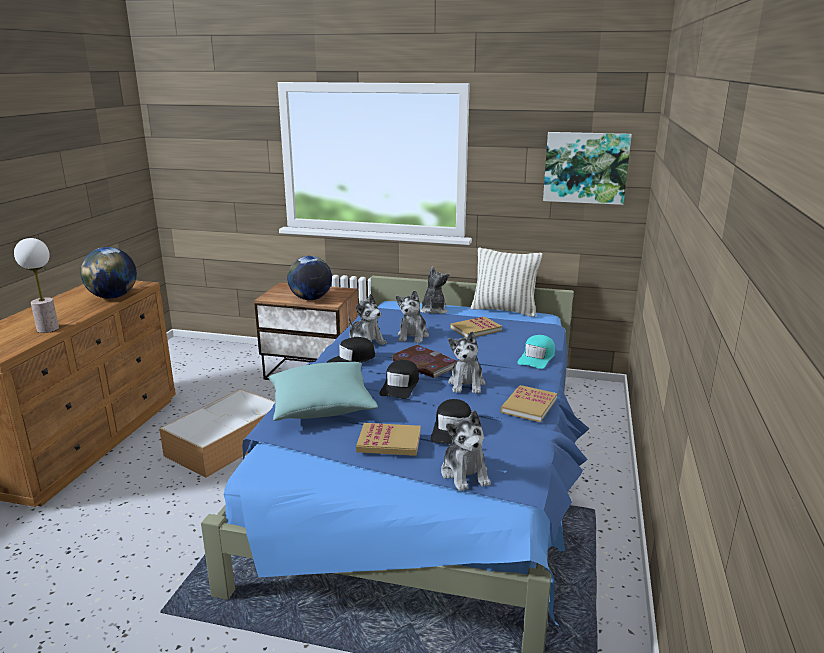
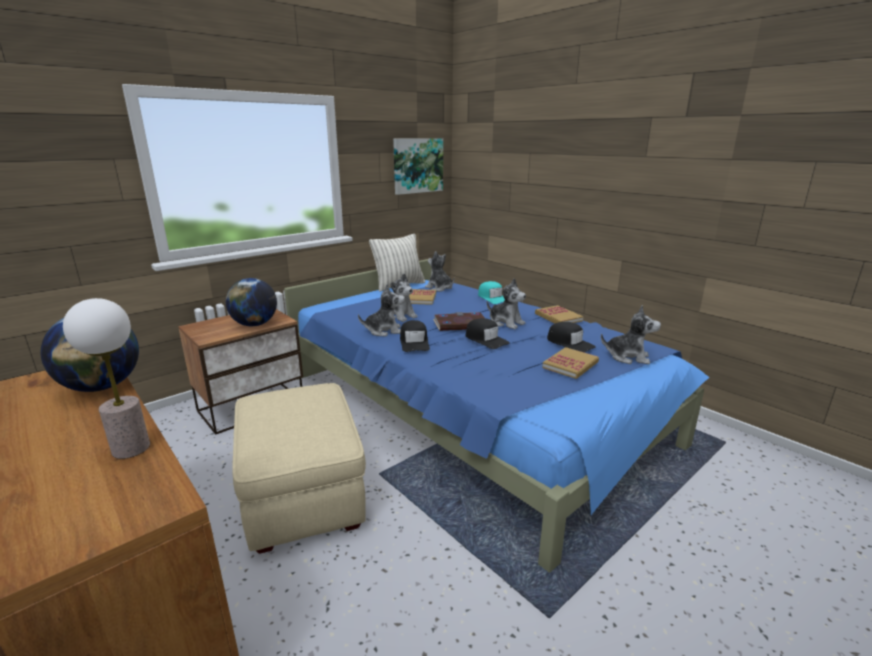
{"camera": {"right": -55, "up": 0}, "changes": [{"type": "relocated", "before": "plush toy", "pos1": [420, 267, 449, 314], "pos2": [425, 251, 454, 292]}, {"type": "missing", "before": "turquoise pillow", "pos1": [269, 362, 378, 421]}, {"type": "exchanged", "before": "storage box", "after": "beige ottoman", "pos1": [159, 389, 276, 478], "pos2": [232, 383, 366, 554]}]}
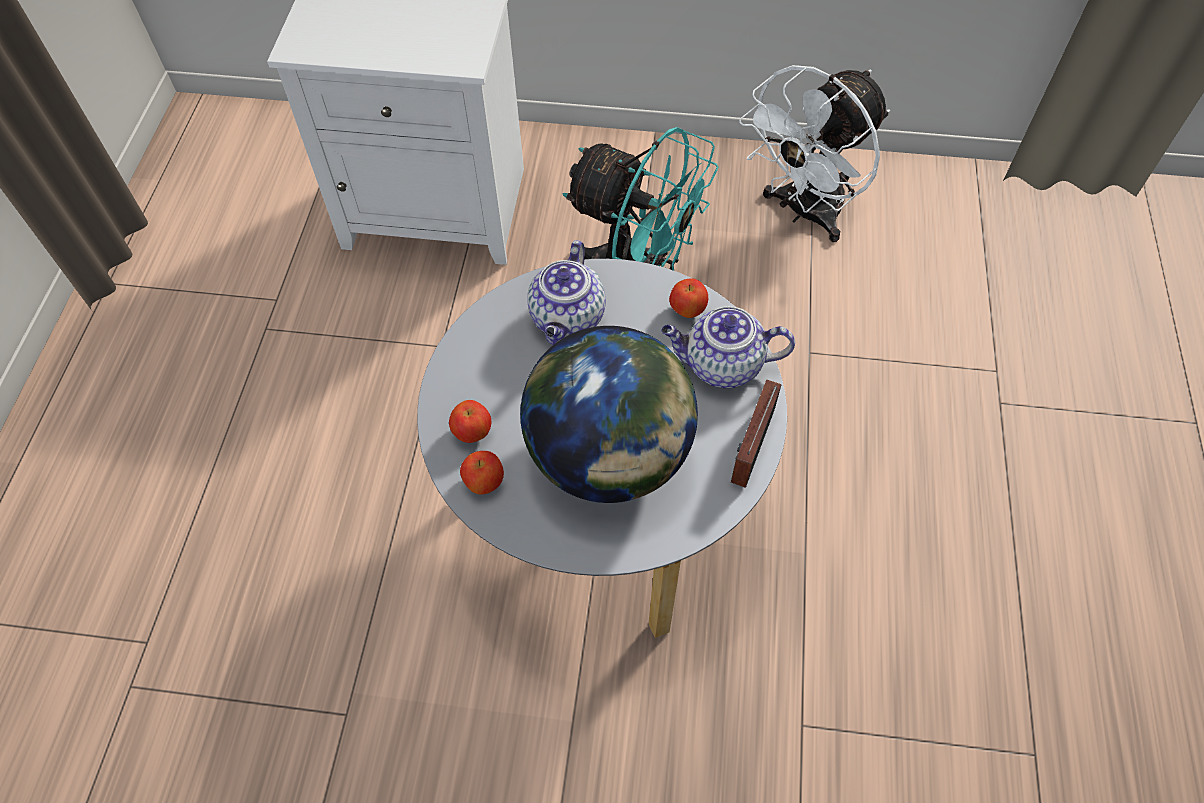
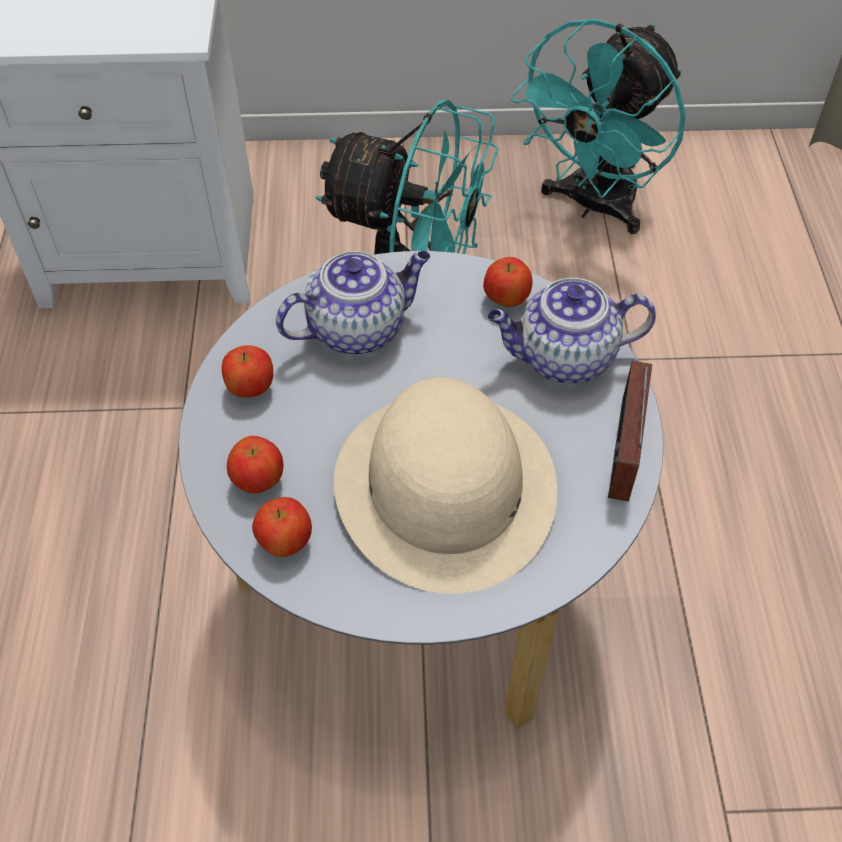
{"camera": {"right": -10, "up": -5}, "changes": [{"type": "colour", "before": "white fan", "after": "turquoise fan", "pos1": [739, 65, 890, 242], "pos2": [510, 19, 686, 234]}, {"type": "spun", "before": "teapot", "pos1": [527, 240, 606, 345], "pos2": [276, 251, 430, 355], "turn": -120}, {"type": "exchanged", "before": "globe", "after": "beige hat", "pos1": [520, 326, 698, 503], "pos2": [334, 378, 557, 594]}, {"type": "appeared", "after": "apple", "pos2": [222, 345, 273, 398]}]}
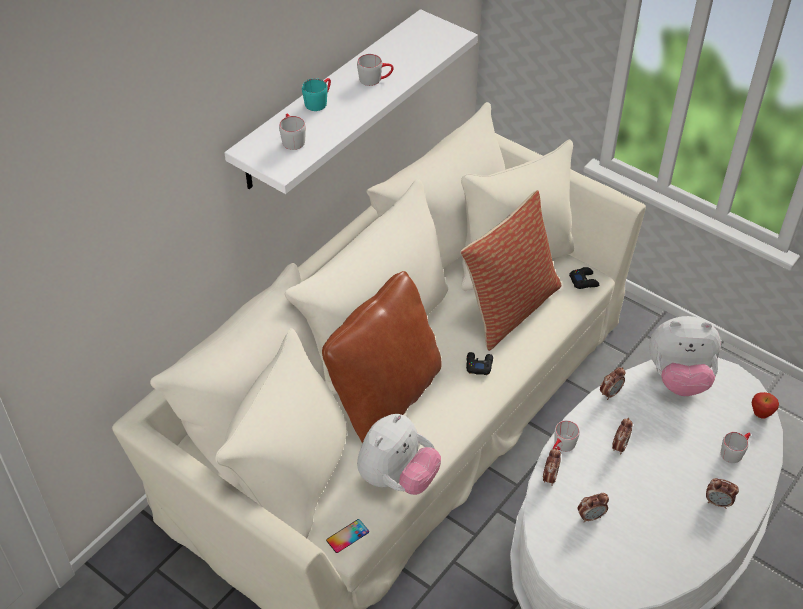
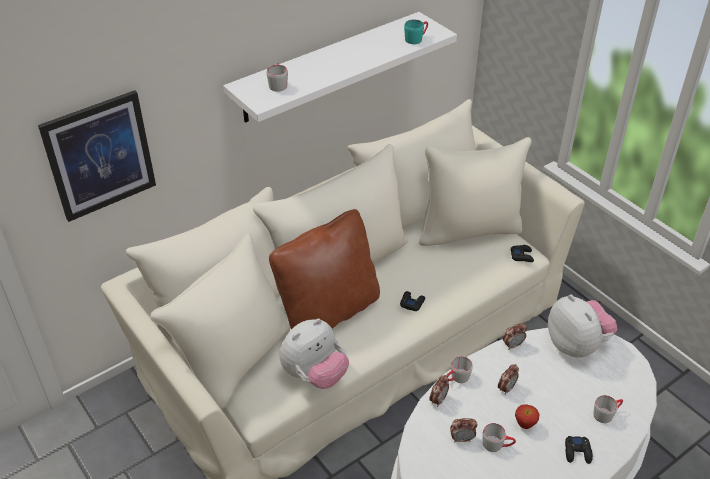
{"camera": {"right": 15, "up": -5}, "changes": [{"type": "relocated", "before": "grey mug", "pos1": [357, 54, 394, 86], "pos2": [483, 423, 516, 452]}, {"type": "relocated", "before": "turquoise mug", "pos1": [302, 78, 331, 111], "pos2": [404, 19, 428, 44]}, {"type": "missing", "before": "pillow", "pos1": [460, 190, 561, 351]}, {"type": "spun", "before": "plush toy", "pos1": [649, 316, 721, 396], "pos2": [548, 294, 617, 357], "turn": -135}, {"type": "relocated", "before": "apple", "pos1": [752, 392, 779, 419], "pos2": [515, 404, 539, 429]}, {"type": "exchanged", "before": "alarm clock", "after": "black game controller", "pos1": [706, 478, 739, 509], "pos2": [565, 436, 593, 464]}, {"type": "missing", "before": "phone", "pos1": [326, 519, 369, 553]}, {"type": "appeared", "after": "picture", "pos2": [38, 90, 156, 222]}]}
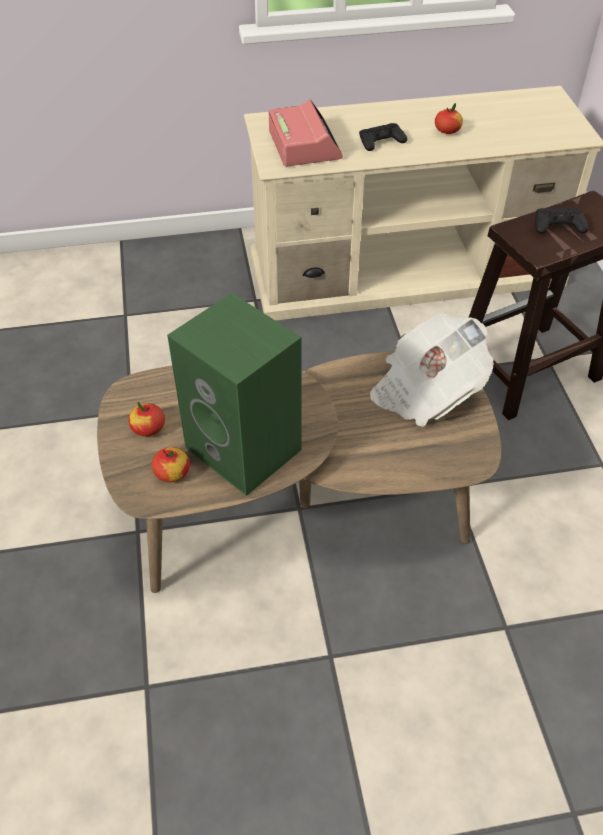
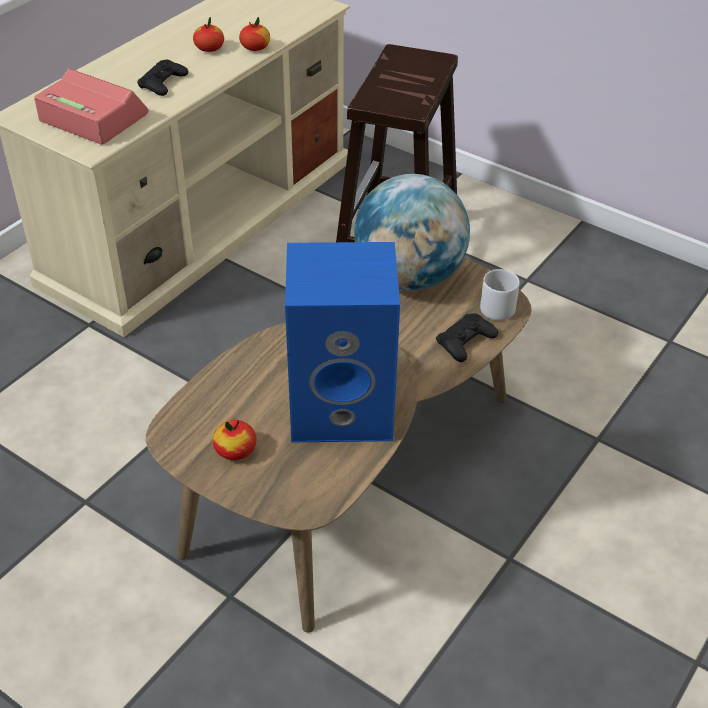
{"camera": {"right": -45, "up": -5}, "changes": [{"type": "relocated", "before": "black game controller", "pos1": [535, 208, 588, 234], "pos2": [436, 313, 498, 362]}, {"type": "colour", "before": "green speaker", "after": "blue speaker", "pos1": [167, 293, 301, 496], "pos2": [285, 242, 400, 442]}, {"type": "exchanged", "before": "newspaper", "after": "globe", "pos1": [370, 313, 494, 427], "pos2": [354, 174, 470, 290]}, {"type": "relocated", "before": "apple", "pos1": [152, 447, 190, 482], "pos2": [239, 17, 270, 51]}, {"type": "appeared", "after": "grey mug", "pos2": [480, 269, 520, 321]}]}
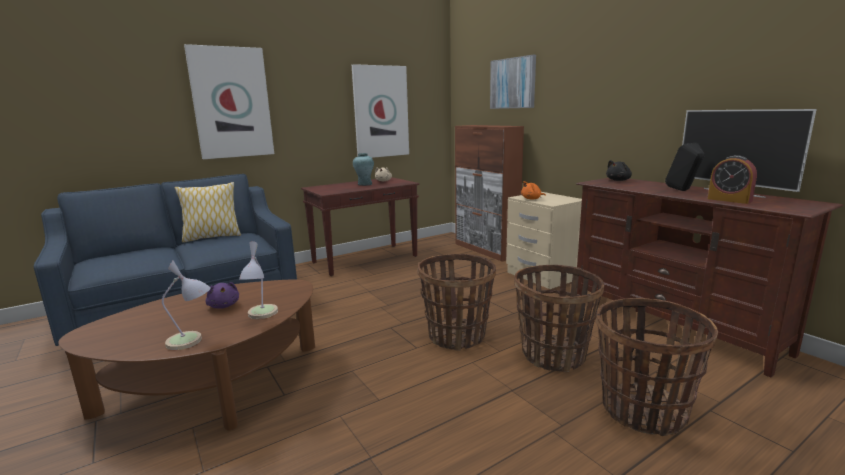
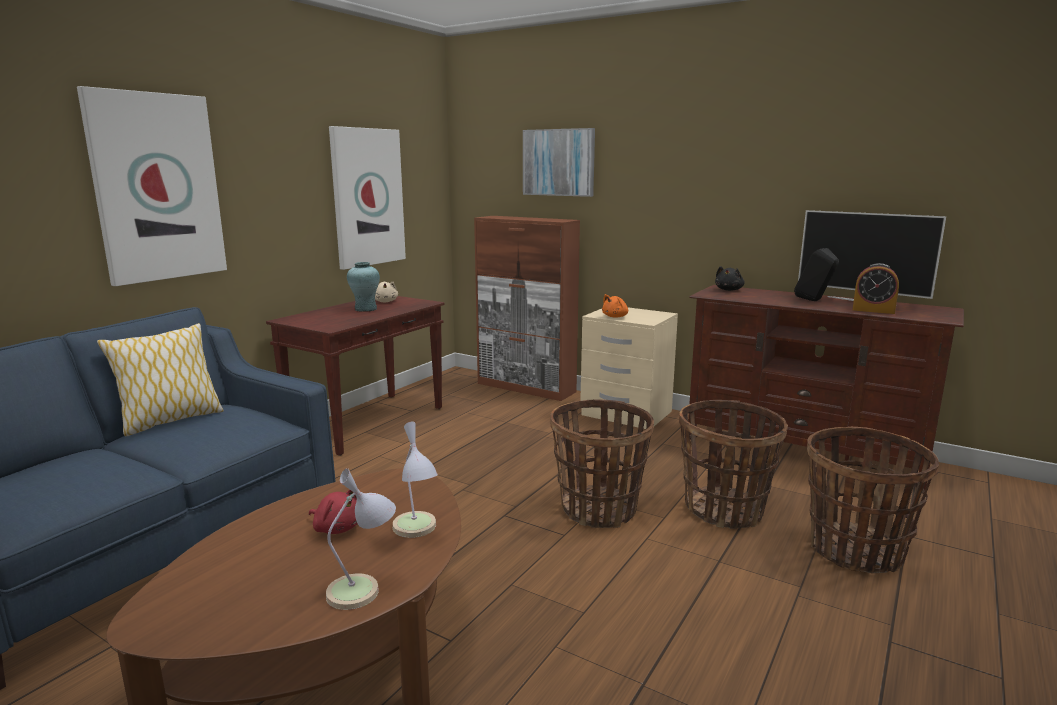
{"camera": {"right": -25, "up": 0}, "changes": [{"type": "colour", "before": "purple plush toy", "after": "red plush toy", "pos1": [205, 282, 239, 309], "pos2": [309, 490, 357, 534]}]}
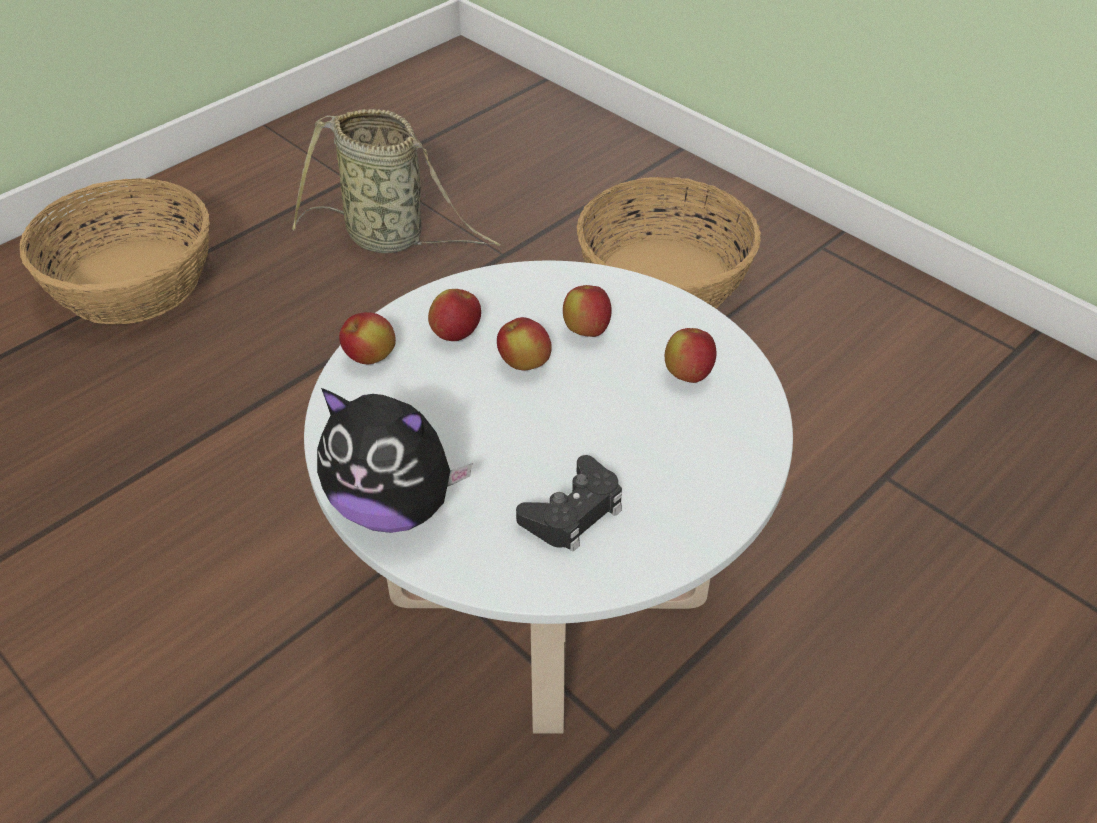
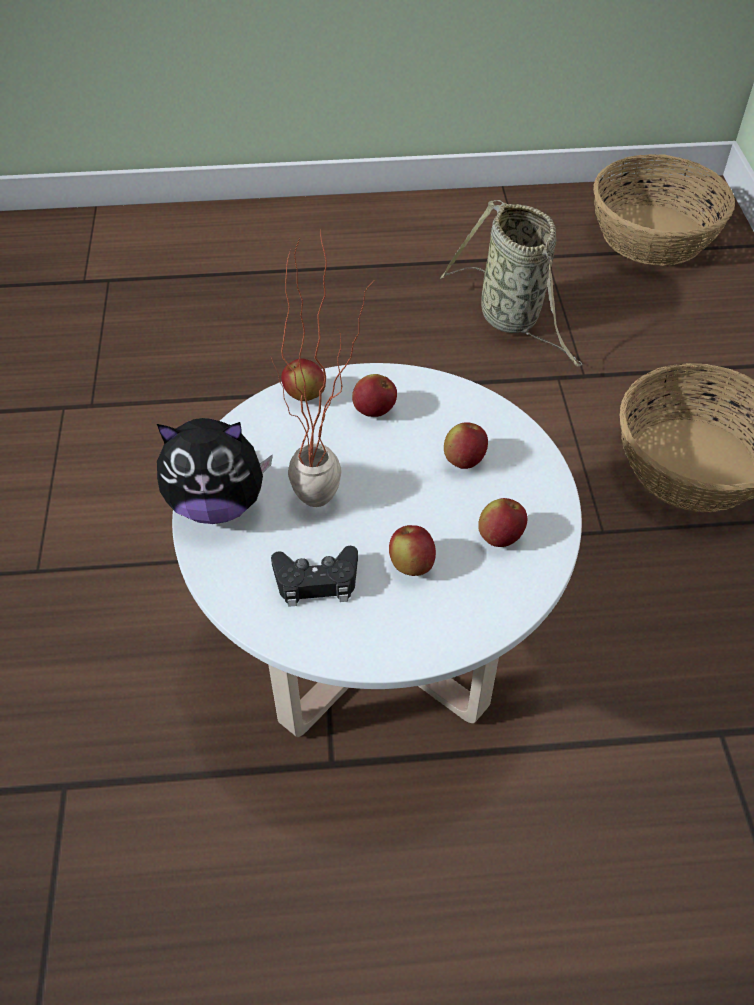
{"camera": {"right": 40, "up": 5}, "changes": [{"type": "relocated", "before": "basket", "pos1": [20, 178, 210, 325], "pos2": [593, 154, 735, 266]}, {"type": "relocated", "before": "apple", "pos1": [497, 317, 552, 371], "pos2": [389, 525, 436, 576]}, {"type": "spun", "before": "plush toy", "pos1": [317, 388, 472, 533], "pos2": [157, 418, 273, 524], "turn": -60}, {"type": "appeared", "after": "potted plant", "pos2": [271, 230, 374, 507]}]}
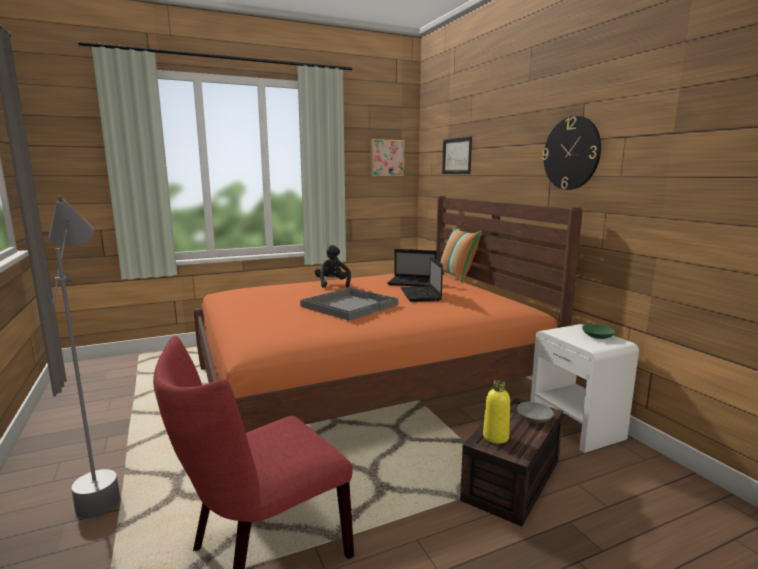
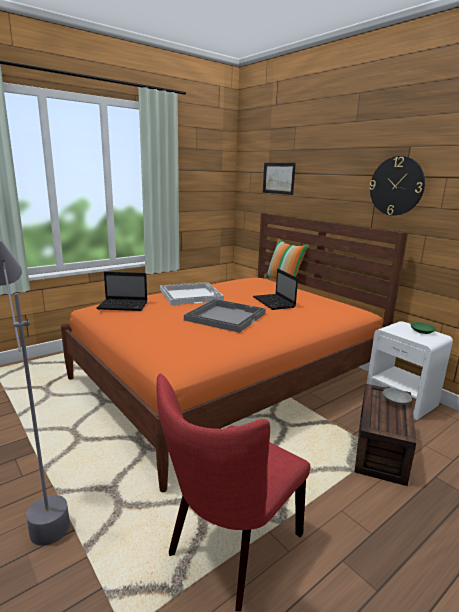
{"camera": {"right": -15, "up": 5}, "changes": [{"type": "missing", "before": "picture", "pos1": [370, 139, 405, 177]}, {"type": "exchanged", "before": "black plush toy", "after": "white tray", "pos1": [315, 245, 351, 288], "pos2": [160, 282, 224, 305]}, {"type": "relocated", "before": "laptop", "pos1": [387, 249, 437, 287], "pos2": [97, 272, 147, 311]}, {"type": "missing", "before": "yellow bottle", "pos1": [483, 380, 510, 444]}]}
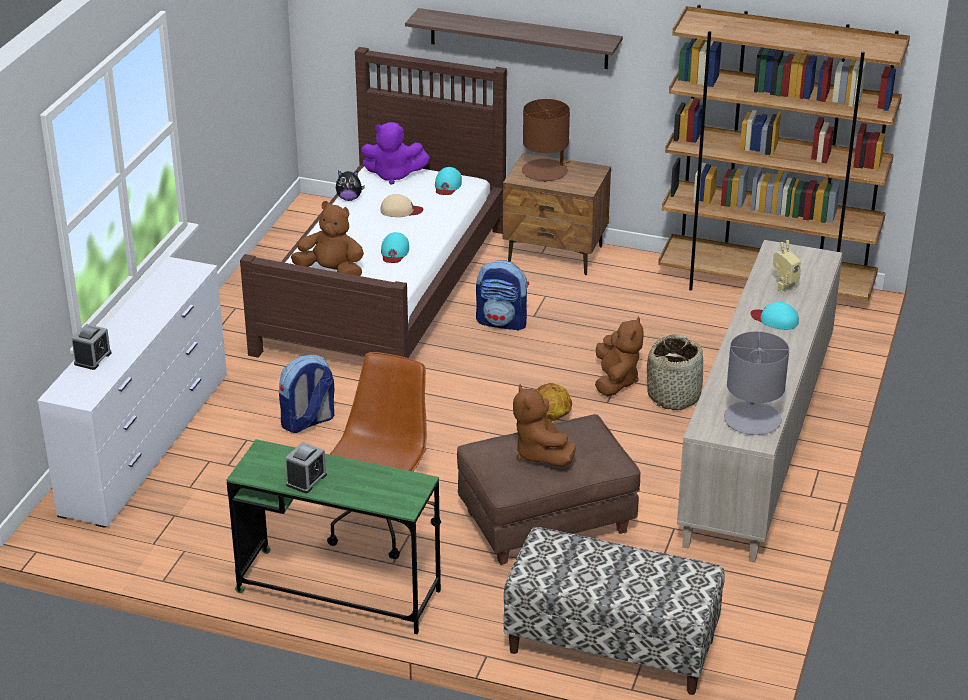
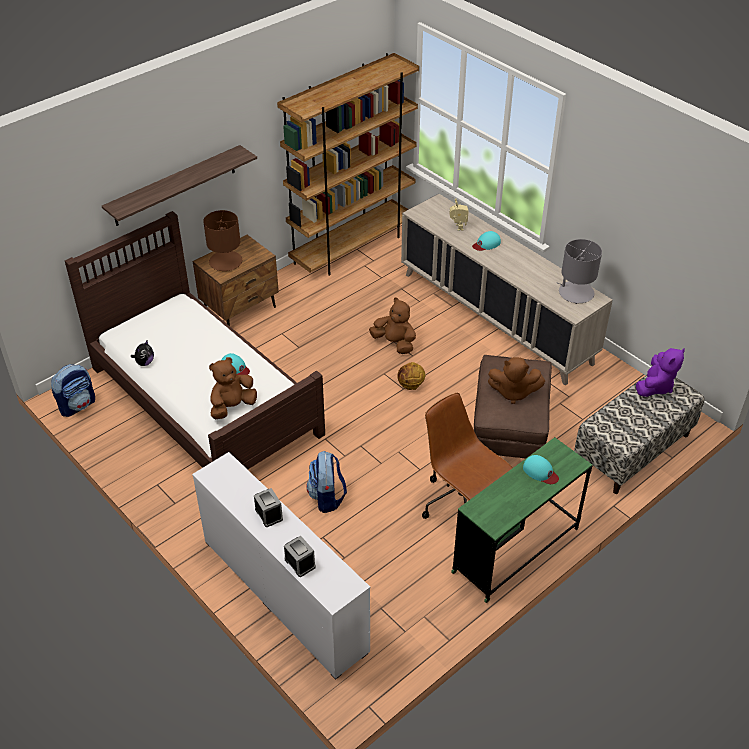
{"camera": {"right": -60, "up": 10}, "changes": [{"type": "relocated", "before": "purple plush toy", "pos1": [361, 122, 430, 185], "pos2": [636, 348, 685, 397]}, {"type": "relocated", "before": "turquoise cap", "pos1": [435, 167, 462, 195], "pos2": [523, 455, 559, 484]}, {"type": "missing", "before": "beige cap", "pos1": [380, 194, 423, 217]}, {"type": "relocated", "before": "backpack", "pos1": [476, 260, 529, 331], "pos2": [51, 364, 95, 417]}, {"type": "missing", "before": "basket", "pos1": [647, 334, 703, 410]}, {"type": "relocated", "before": "alarm clock", "pos1": [285, 442, 327, 493], "pos2": [254, 488, 283, 527]}]}
